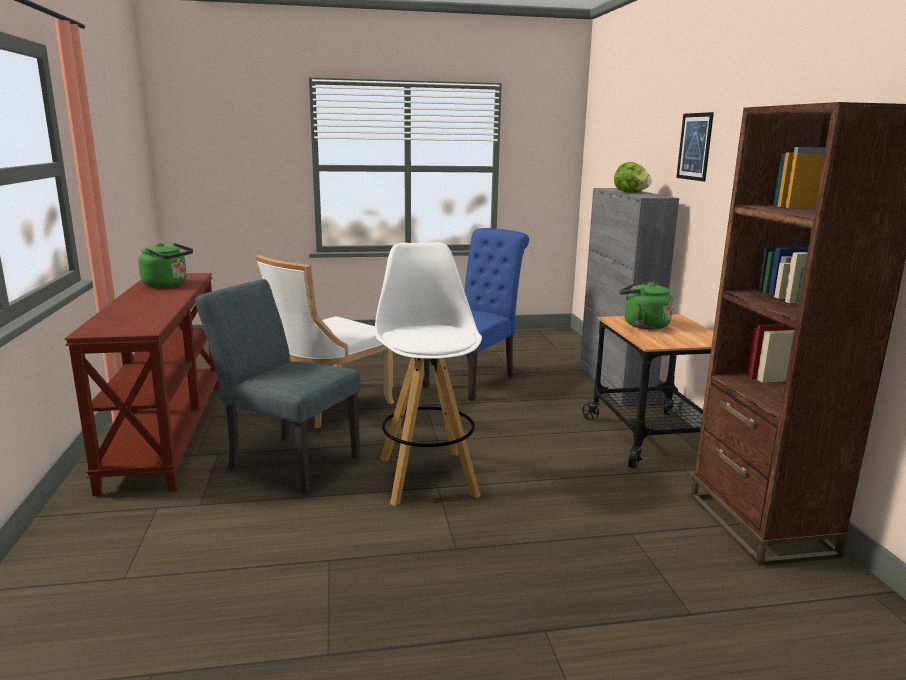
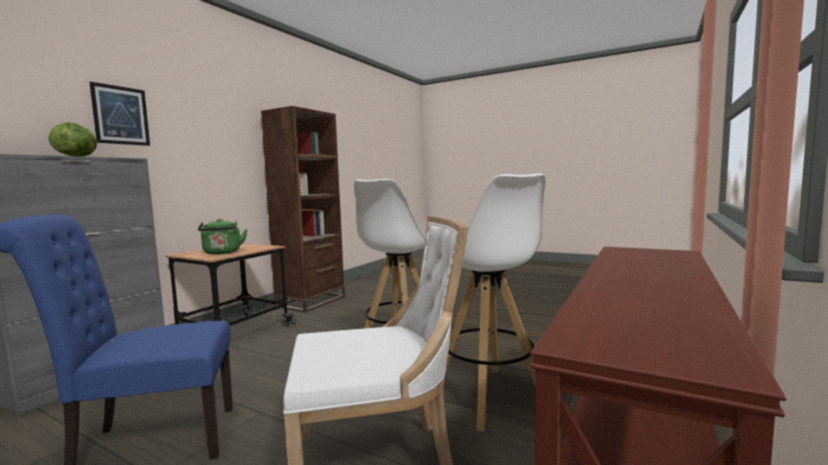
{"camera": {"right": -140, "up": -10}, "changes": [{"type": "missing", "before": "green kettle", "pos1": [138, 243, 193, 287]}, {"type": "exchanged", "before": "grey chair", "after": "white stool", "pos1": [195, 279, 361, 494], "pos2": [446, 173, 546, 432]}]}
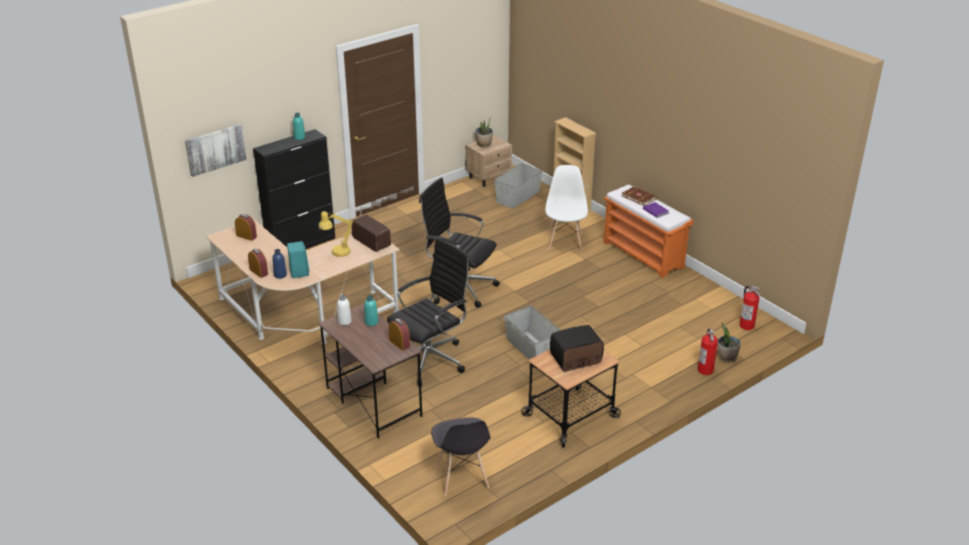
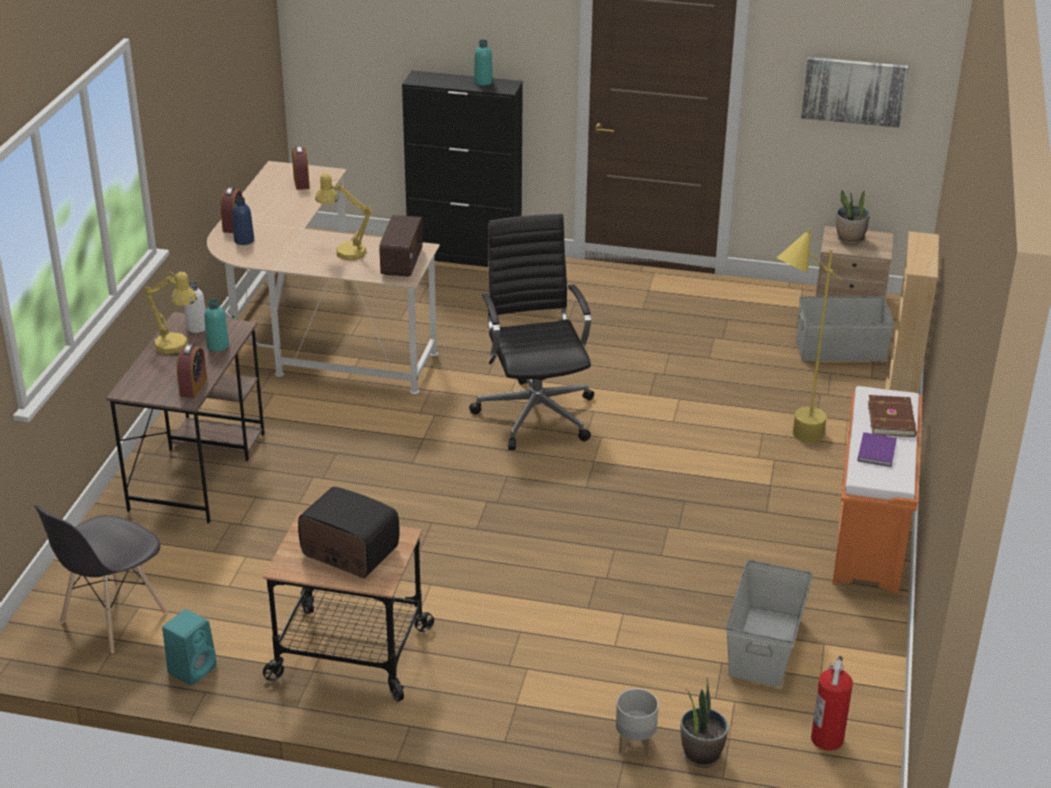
{"camera": {"right": 50, "up": 0}, "changes": [{"type": "relocated", "before": "picture", "pos1": [185, 124, 247, 177], "pos2": [801, 57, 909, 128]}, {"type": "exchanged", "before": "white chair", "after": "yellow floor lamp", "pos1": [545, 165, 588, 251], "pos2": [776, 229, 842, 443]}, {"type": "missing", "before": "black office chair", "pos1": [387, 238, 470, 386]}, {"type": "relocated", "before": "turquoise speaker", "pos1": [287, 241, 309, 278], "pos2": [162, 609, 217, 686]}, {"type": "relocated", "before": "grey storage box", "pos1": [504, 306, 561, 359], "pos2": [726, 560, 813, 687]}, {"type": "exchanged", "before": "fire extinguisher", "after": "grey planter", "pos1": [698, 328, 718, 375], "pos2": [616, 688, 659, 756]}, {"type": "appeared", "after": "yellow table lamp", "pos2": [143, 272, 197, 354]}]}
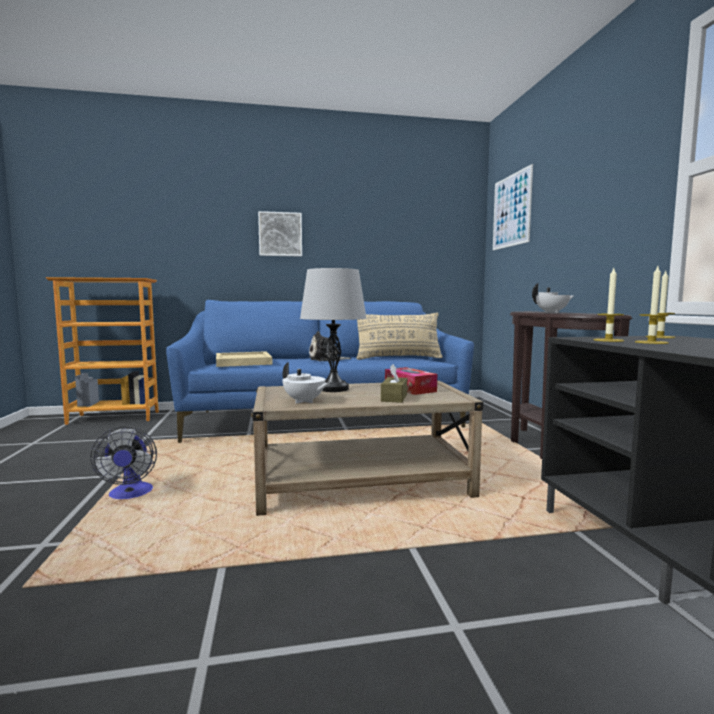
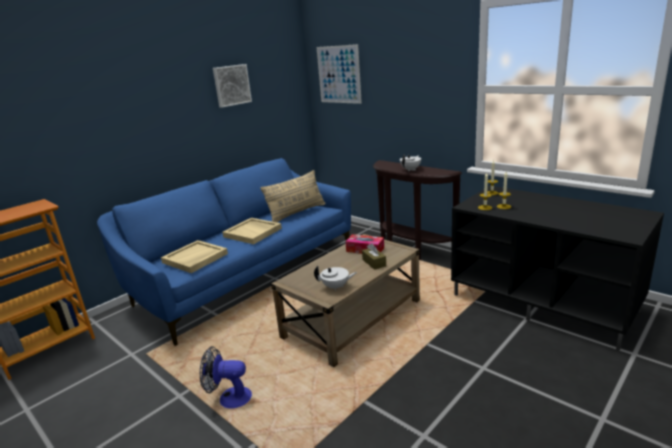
{"camera": {"right": -35, "up": 15}, "changes": [{"type": "relocated", "before": "picture", "pos1": [258, 211, 302, 257], "pos2": [213, 64, 252, 108]}, {"type": "missing", "before": "grey table lamp", "pos1": [300, 268, 367, 392]}, {"type": "exchanged", "before": "plush toy", "after": "beige tray", "pos1": [309, 331, 351, 362], "pos2": [222, 218, 282, 244]}, {"type": "spun", "before": "fan", "pos1": [90, 426, 157, 499], "pos2": [200, 346, 252, 408], "turn": 150}]}
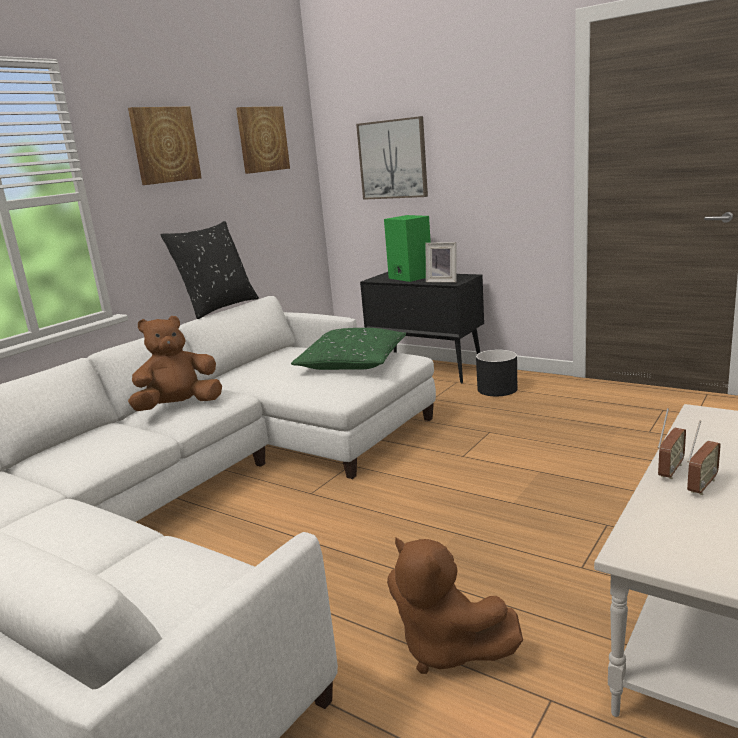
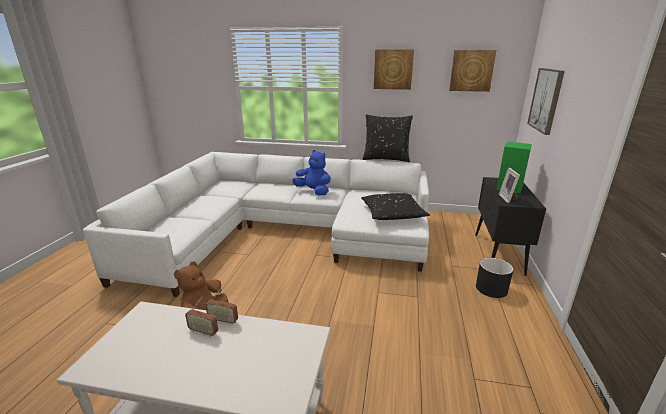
{"camera": {"right": 65, "up": 5}, "changes": [{"type": "colour", "before": "brown plush toy", "after": "blue plush toy", "pos1": [128, 316, 222, 411], "pos2": [293, 150, 331, 196]}, {"type": "colour", "before": "green pillow", "after": "black pillow", "pos1": [291, 328, 406, 370], "pos2": [361, 193, 430, 220]}]}
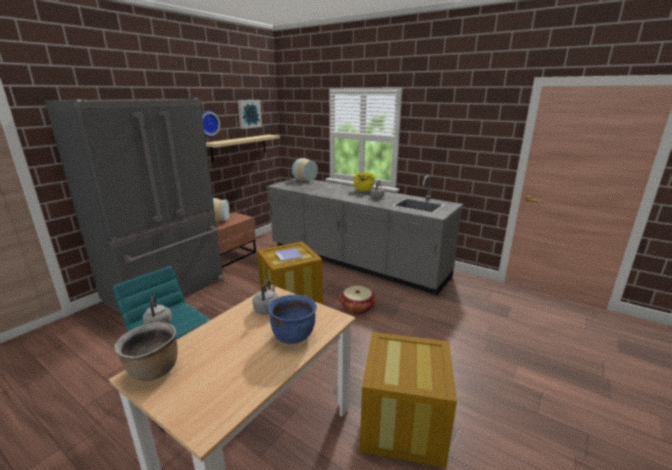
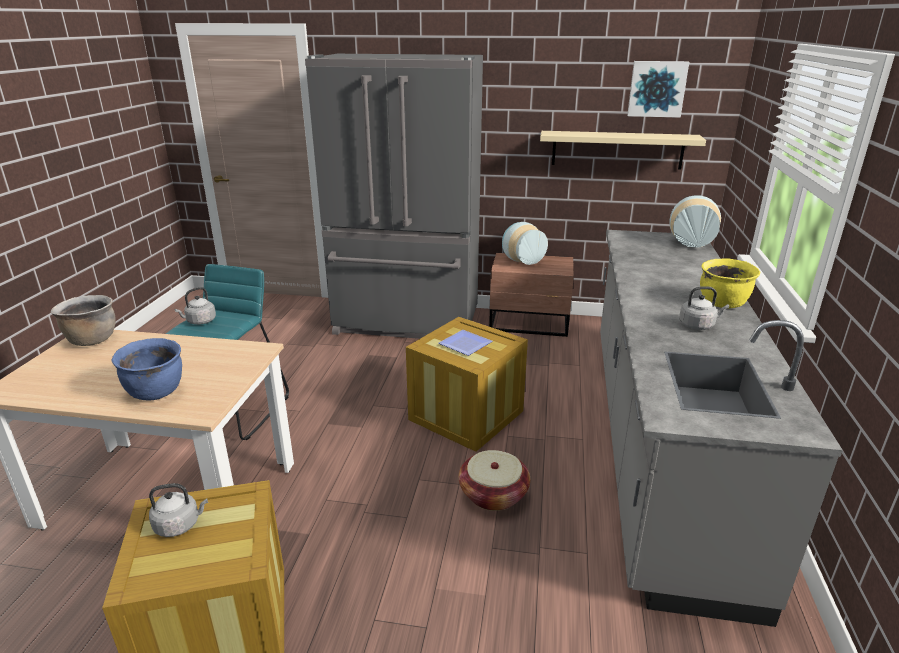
{"camera": {"right": 65, "up": 5}, "changes": [{"type": "missing", "before": "wall clock", "pos1": [202, 111, 220, 137]}, {"type": "relocated", "before": "grey kettle", "pos1": [253, 280, 279, 315], "pos2": [149, 483, 208, 537]}]}
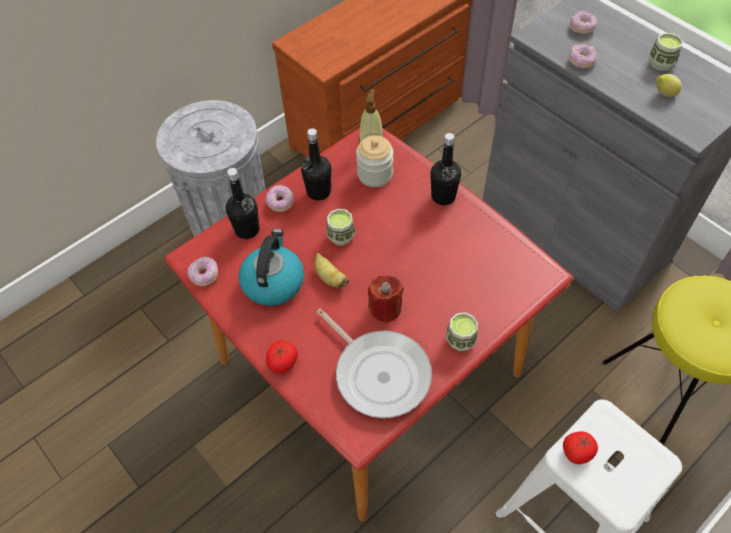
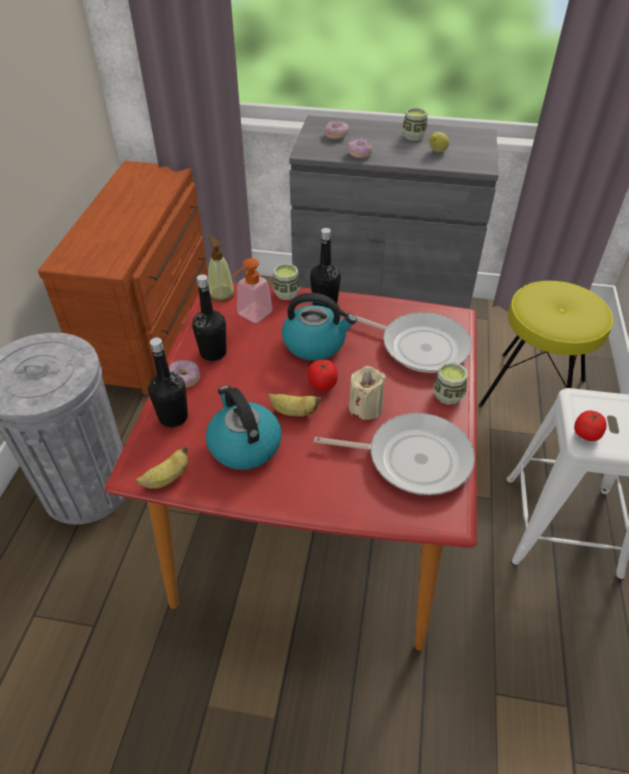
{"camera": {"right": -40, "up": -10}, "changes": [{"type": "exchanged", "before": "jar", "after": "soap dispenser", "pos1": [356, 135, 393, 187], "pos2": [232, 258, 273, 323]}, {"type": "relocated", "before": "cup", "pos1": [326, 209, 355, 246], "pos2": [273, 264, 300, 300]}, {"type": "exchanged", "before": "donut", "after": "banana", "pos1": [187, 257, 218, 286], "pos2": [135, 446, 189, 489]}, {"type": "colour", "before": "red candle", "after": "beige candle", "pos1": [368, 276, 404, 323], "pos2": [349, 366, 386, 420]}, {"type": "relocated", "before": "tomato", "pos1": [266, 340, 298, 374], "pos2": [308, 360, 338, 391]}, {"type": "appeared", "after": "kettle", "pos2": [282, 293, 357, 360]}, {"type": "appeared", "after": "frying pan", "pos2": [356, 312, 472, 373]}]}
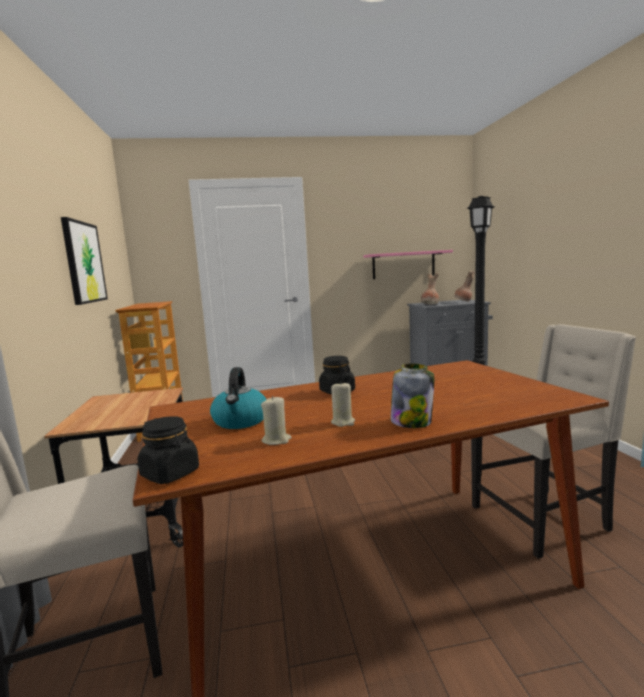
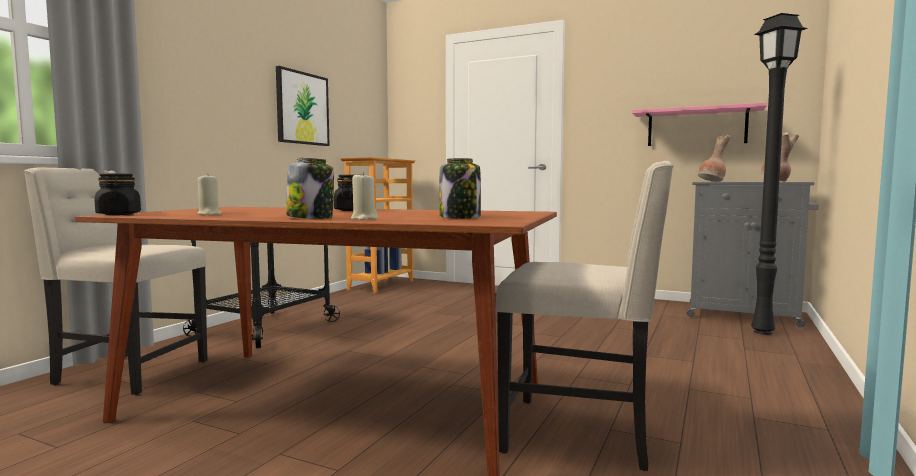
{"camera": {"right": 35, "up": -5}, "changes": [{"type": "missing", "before": "kettle", "pos1": [210, 367, 266, 429]}, {"type": "relocated", "before": "beige candle", "pos1": [331, 382, 355, 427], "pos2": [351, 172, 378, 220]}, {"type": "appeared", "after": "jar", "pos2": [439, 158, 481, 219]}]}
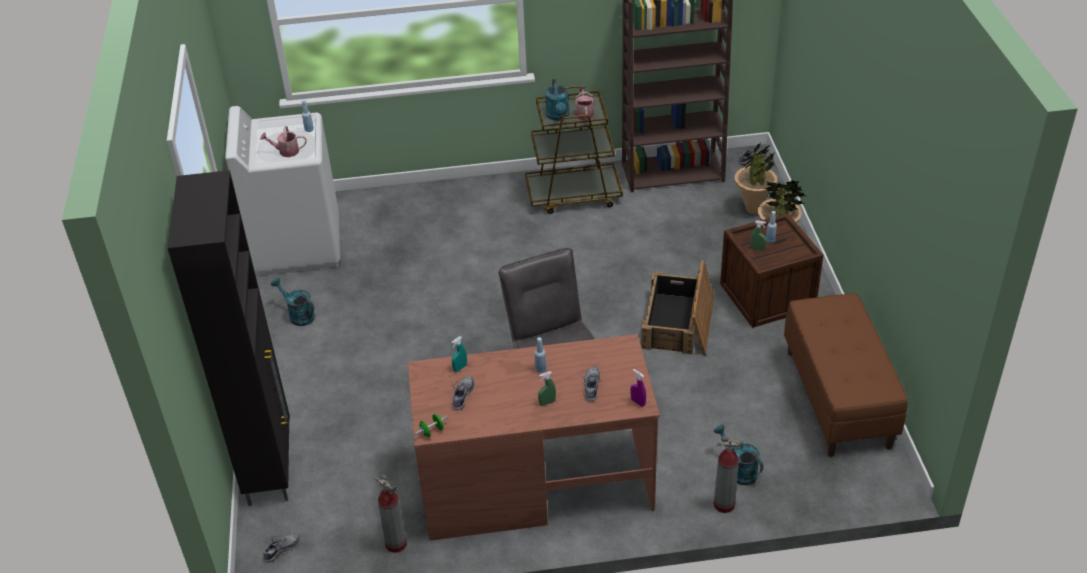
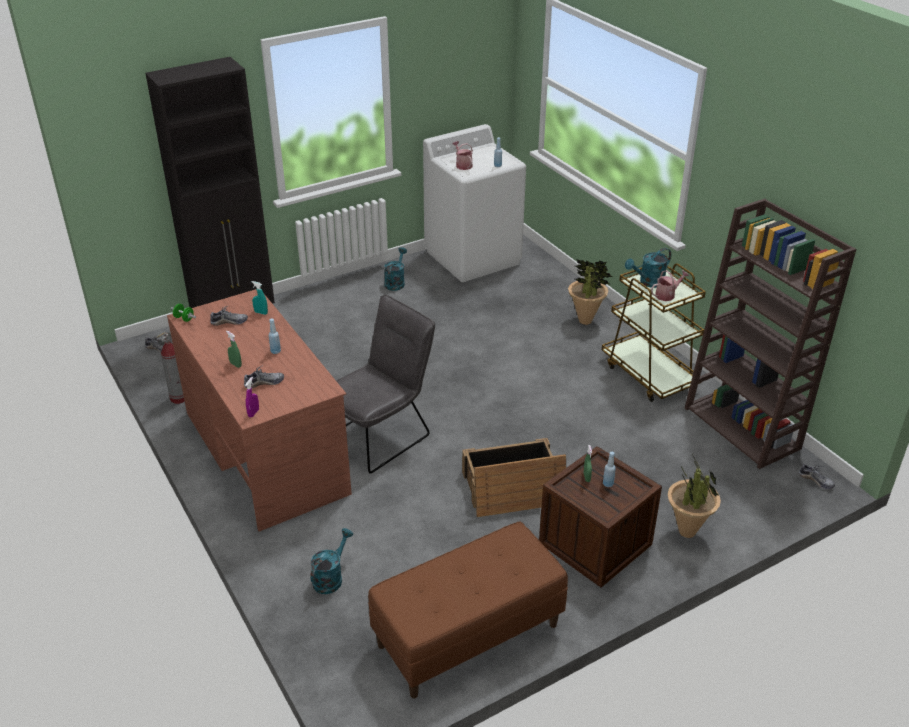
{"camera": {"right": 65, "up": -5}, "changes": [{"type": "relocated", "before": "potted plant", "pos1": [735, 141, 777, 214], "pos2": [568, 259, 612, 325]}, {"type": "missing", "before": "fire extinguisher", "pos1": [714, 436, 743, 513]}]}
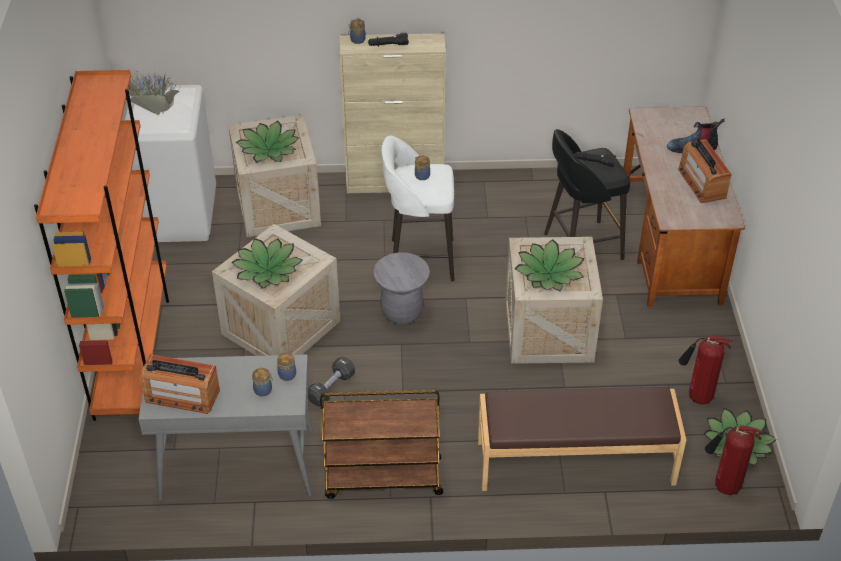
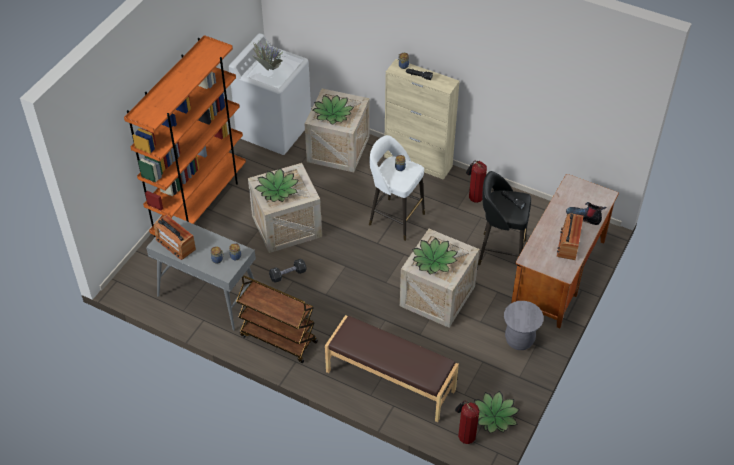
{"camera": {"right": 30, "up": 5}, "changes": [{"type": "relocated", "before": "grey stool", "pos1": [373, 252, 430, 325], "pos2": [504, 301, 544, 350]}, {"type": "relocated", "before": "fire extinguisher", "pos1": [678, 336, 732, 405], "pos2": [466, 160, 487, 203]}]}
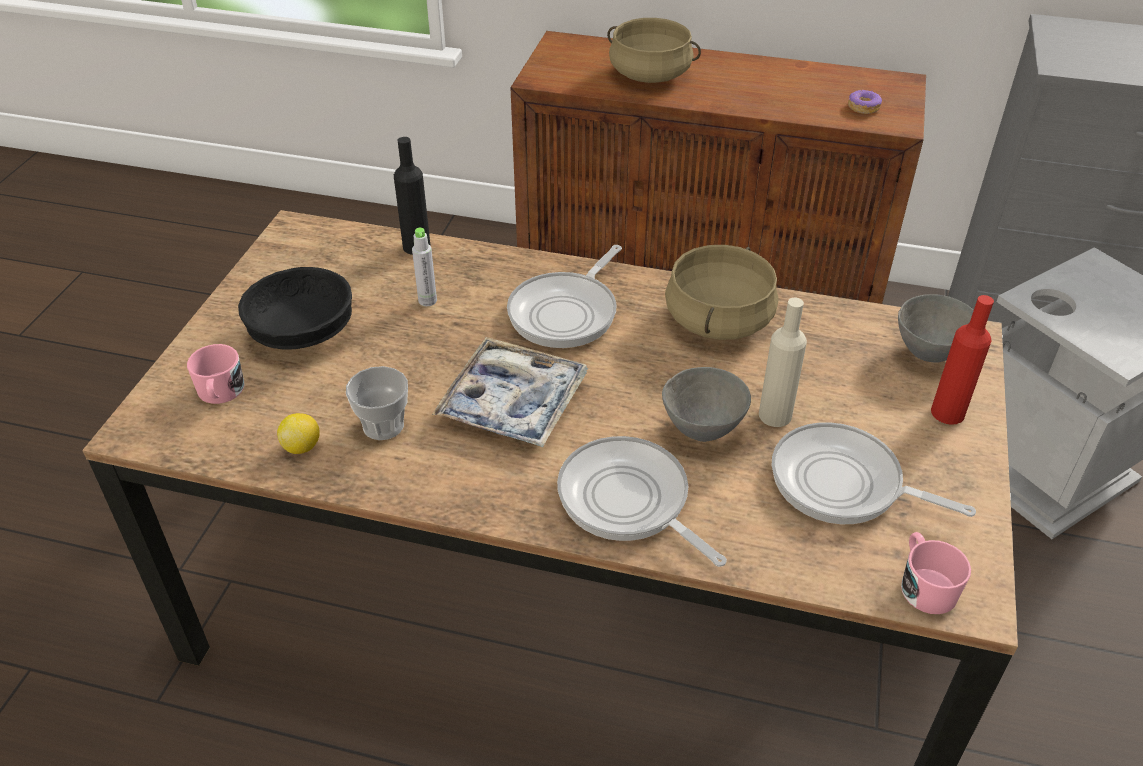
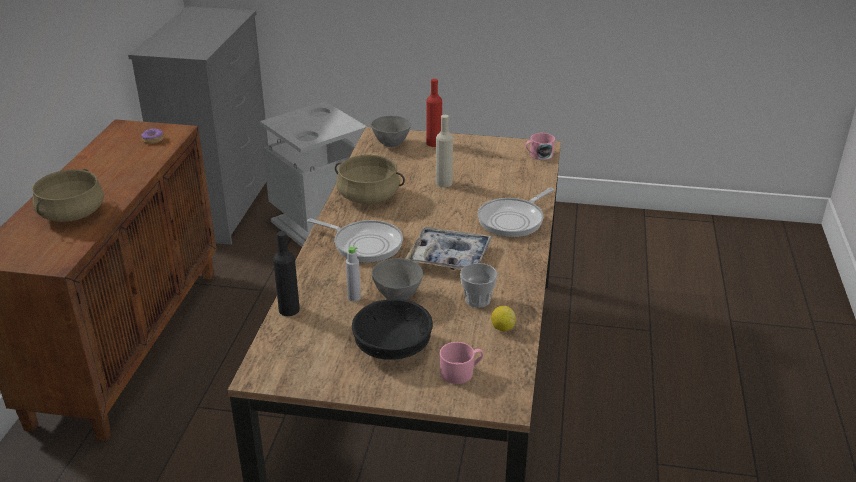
{"camera": {"right": -95, "up": -10}, "changes": [{"type": "relocated", "before": "grey bowl", "pos1": [662, 367, 751, 442], "pos2": [371, 258, 423, 300]}, {"type": "missing", "before": "frying pan", "pos1": [772, 422, 976, 524]}]}
